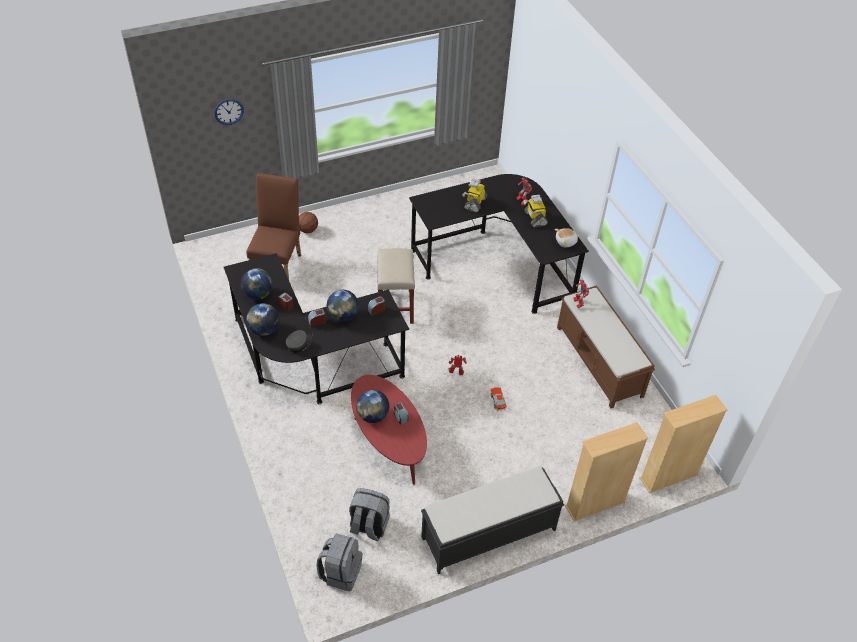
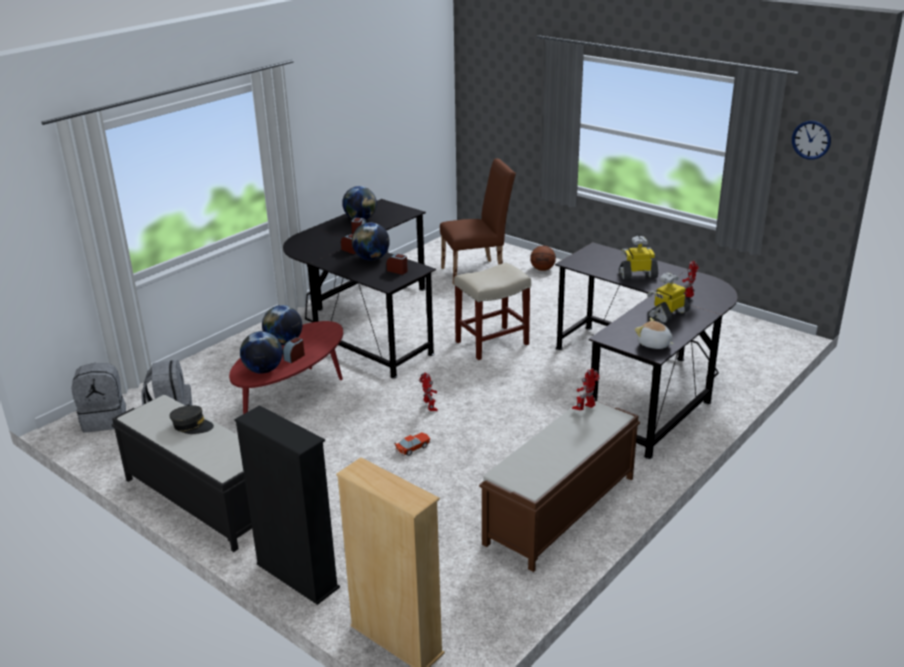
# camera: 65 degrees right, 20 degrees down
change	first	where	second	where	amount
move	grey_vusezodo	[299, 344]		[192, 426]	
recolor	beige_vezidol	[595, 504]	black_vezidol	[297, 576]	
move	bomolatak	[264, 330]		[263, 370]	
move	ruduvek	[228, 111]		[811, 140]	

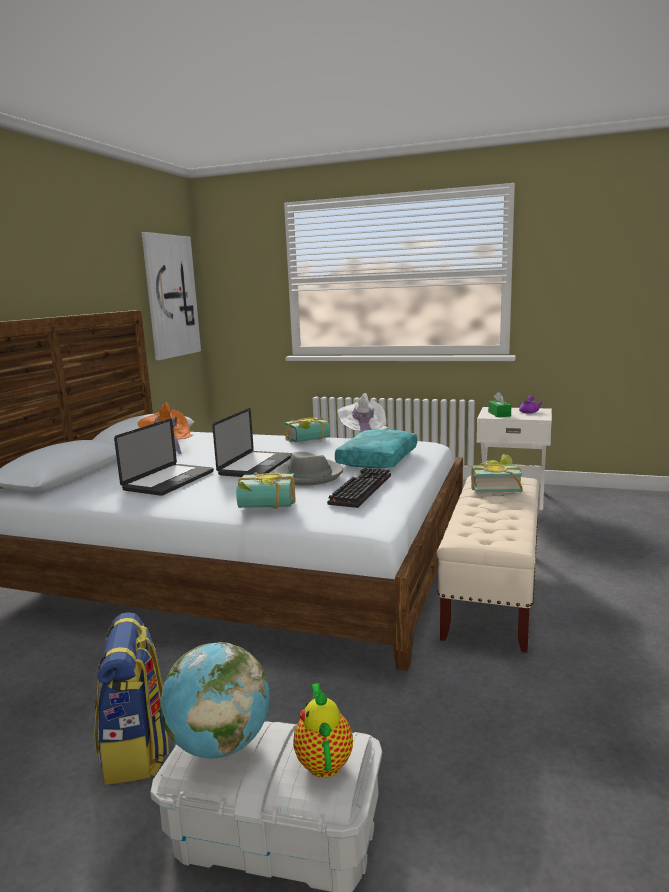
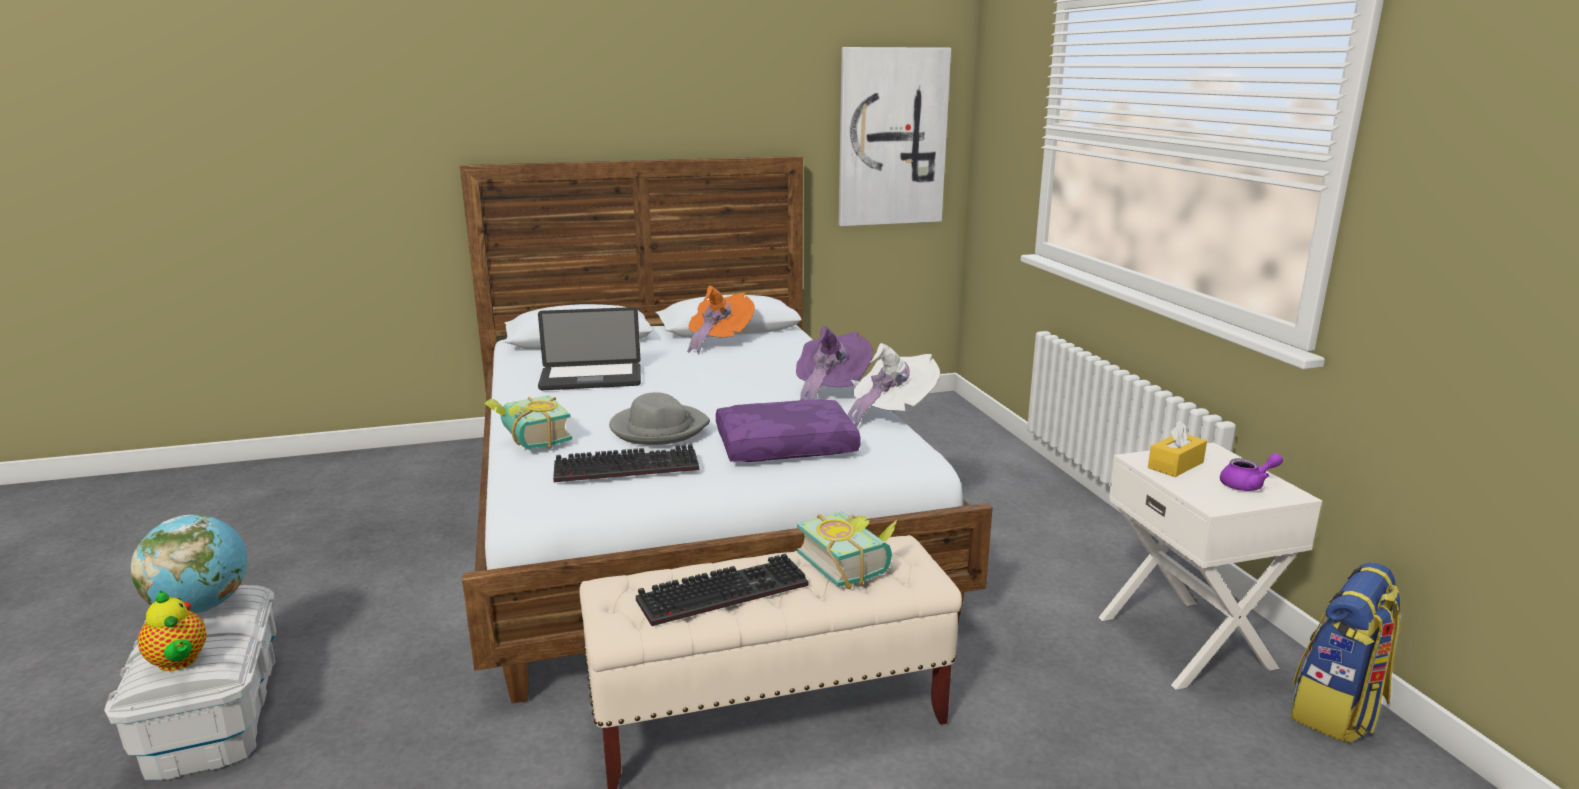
# camera: 55 degrees right, 5 degrees up
change	first	where	second	where	amount
rotate	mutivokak	[323, 760]		[179, 663]	90 degrees clockwise
insert			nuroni	[724, 591]	
recolor	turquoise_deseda	[376, 459]	purple_deseda	[786, 445]	
replace	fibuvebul	[309, 440]	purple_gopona	[829, 390]	
recolor	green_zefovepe	[499, 414]	yellow_zefovepe	[1175, 465]	
move	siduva	[138, 749]		[1337, 711]	
delete	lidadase	[256, 466]			

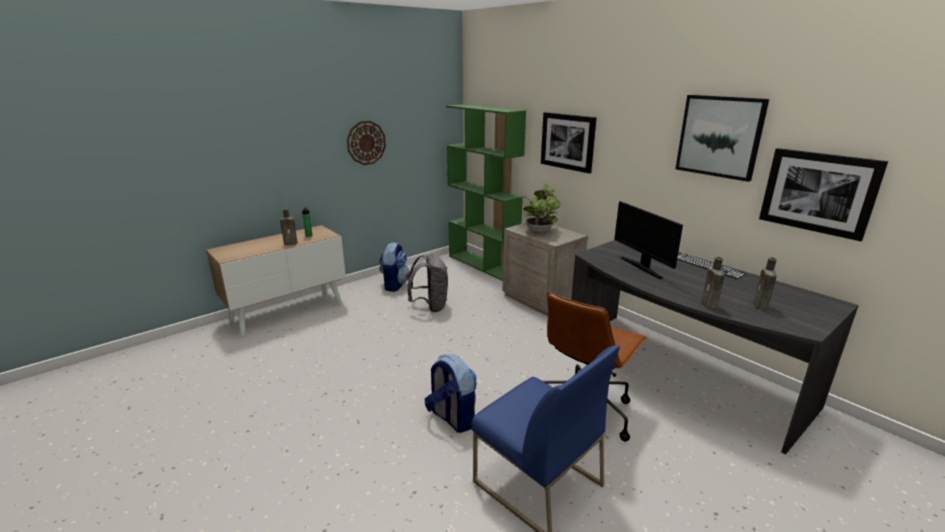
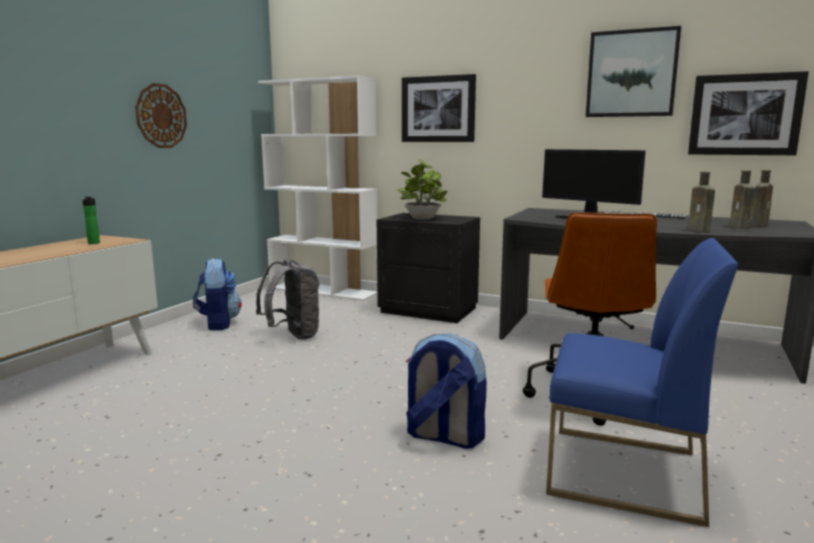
# camera: 25 degrees left, 10 degrees down
change	first	where	second	where	amount
recolor	green_vezidol	[483, 264]	white_vezidol	[324, 291]	
recolor	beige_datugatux	[541, 299]	black_datugatux	[429, 310]	
move	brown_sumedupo	[291, 243]		[759, 226]	

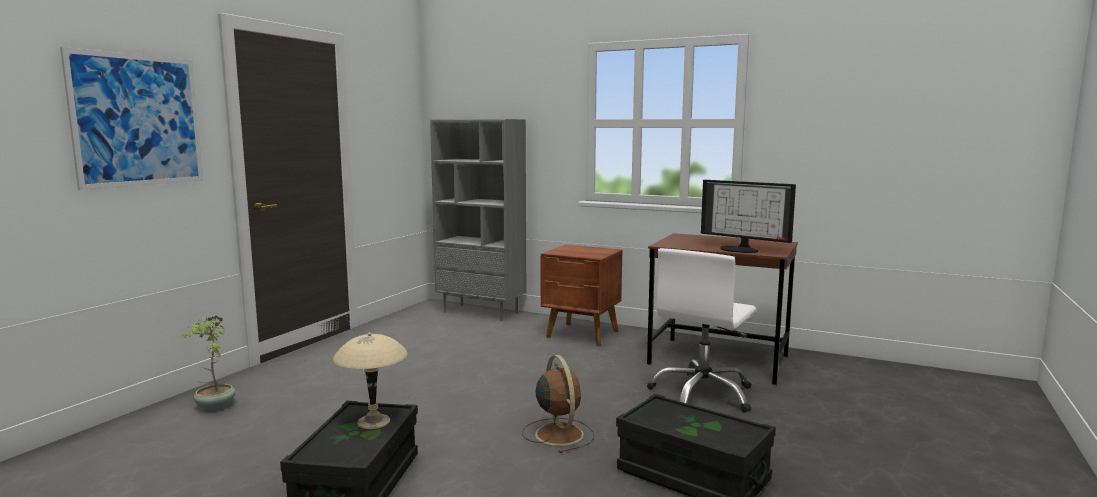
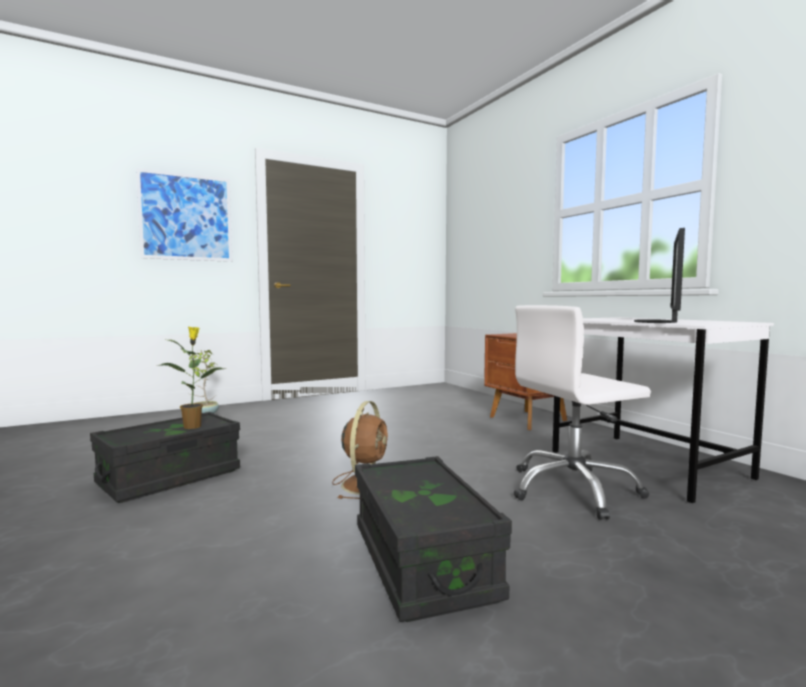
# camera: 35 degrees right, 5 degrees down
change	first	where	second	where	amount
replace	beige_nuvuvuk	[373, 422]	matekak	[193, 426]	
recolor	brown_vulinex	[719, 360]	white_vulinex	[648, 465]	
rotate	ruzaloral	[741, 249]		[660, 322]	45 degrees clockwise
delete	grey_vezidol	[482, 312]			

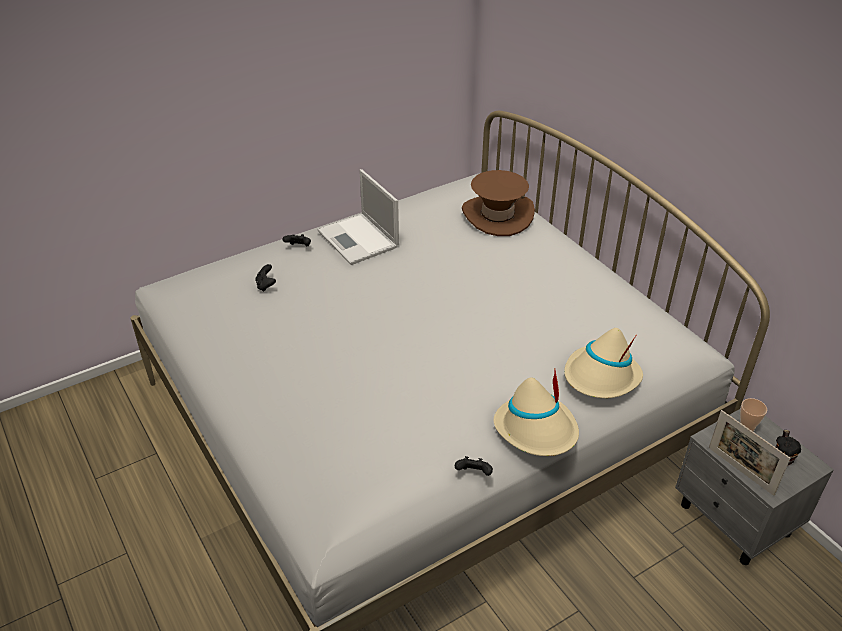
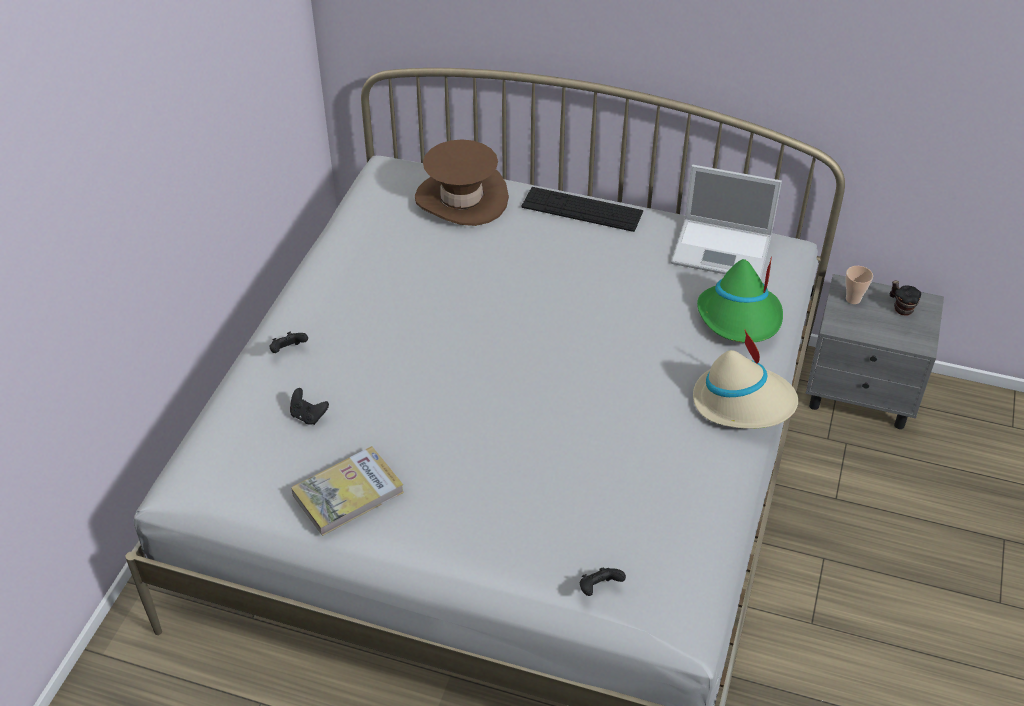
# camera: 40 degrees left, 5 degrees up
change	first	where	second	where	amount
insert			fibuvebul	[348, 493]	
insert			nuroni	[582, 209]	
move	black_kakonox	[473, 474]		[599, 588]	
move	lidadase	[359, 240]		[723, 250]	
recolor	beige_gopona	[601, 377]	green_gopona	[740, 318]	
delete	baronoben	[740, 471]			

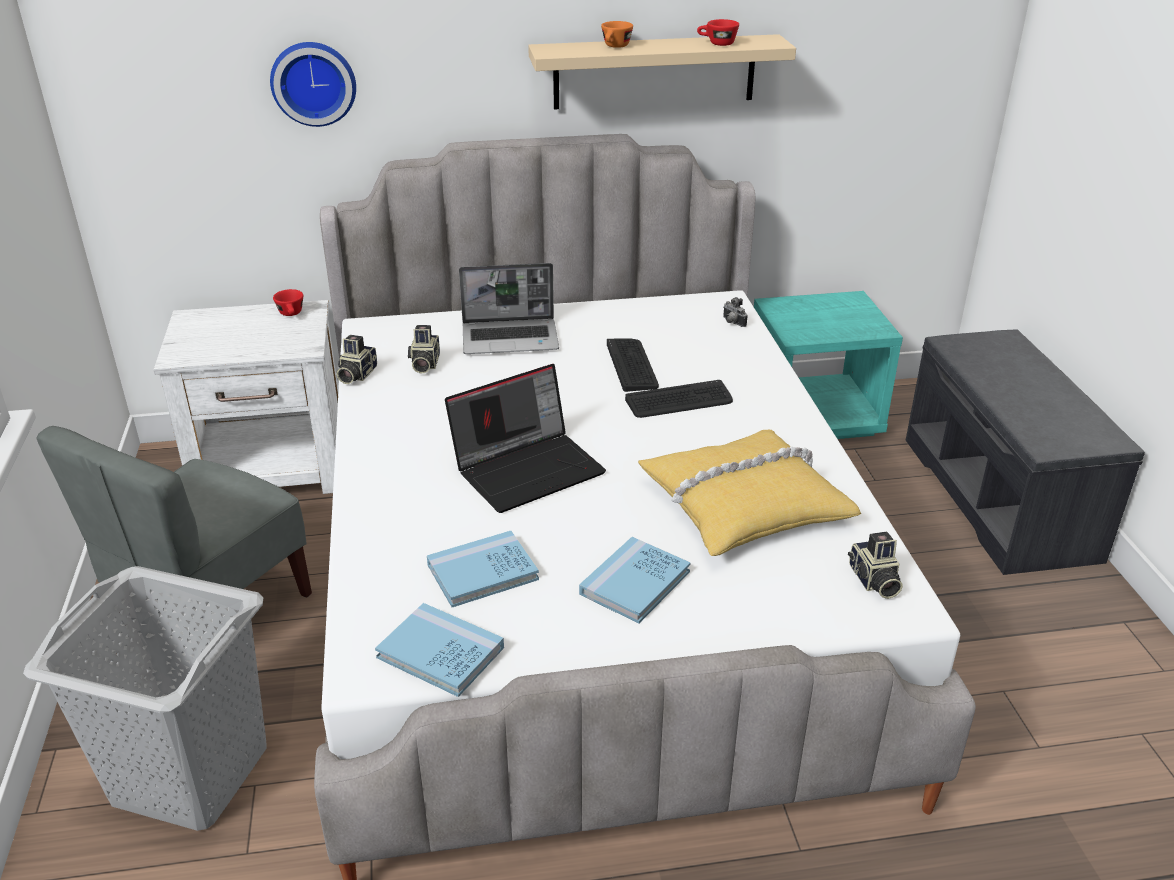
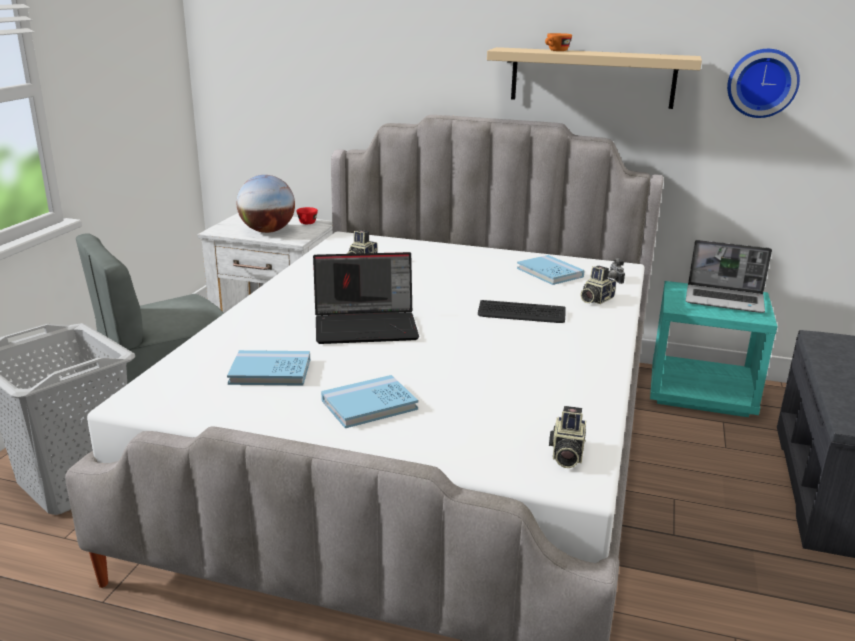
# camera: 25 degrees right, 10 degrees down
change	first	where	second	where	amount
insert			bomolatak	[267, 231]	
move	blue_fibuvebul	[440, 653]		[549, 272]	
move	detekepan	[355, 374]		[595, 299]	
move	lidadase	[511, 338]		[725, 300]	
move	ruduvek	[313, 82]		[762, 83]	
delete	nuroni	[632, 365]			
delete	yellow_deseda	[743, 505]			
delete	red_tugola	[717, 44]			

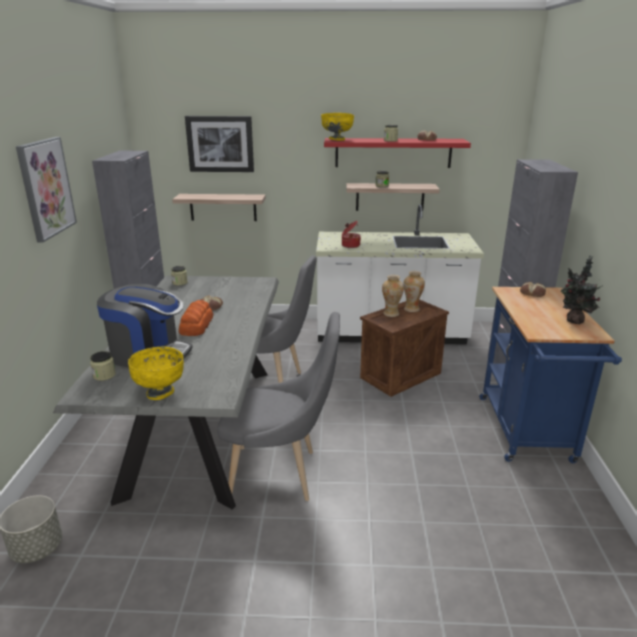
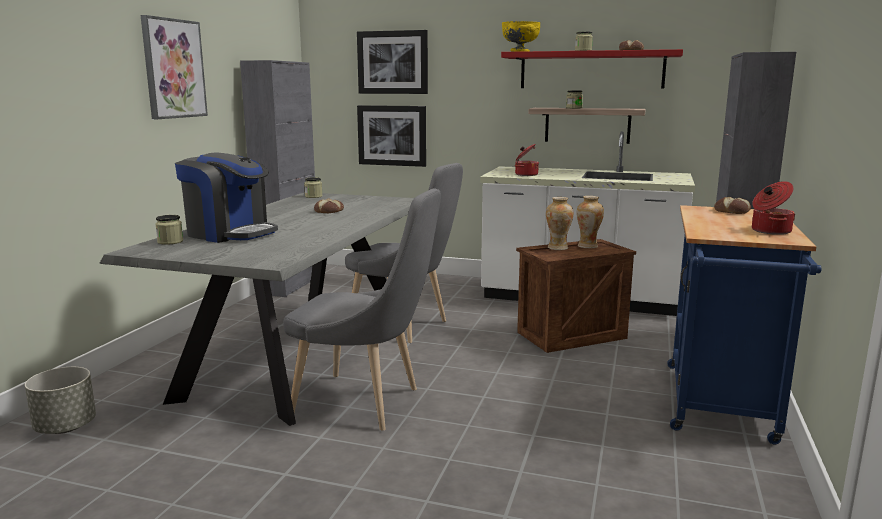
# camera: 15 degrees right, 10 degrees down
change	first	where	second	where	amount
replace	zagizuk	[223, 207]	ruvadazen	[392, 135]	
replace	matekak	[574, 321]	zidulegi	[769, 231]	
delete	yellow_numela	[160, 392]			
delete	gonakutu	[196, 325]			

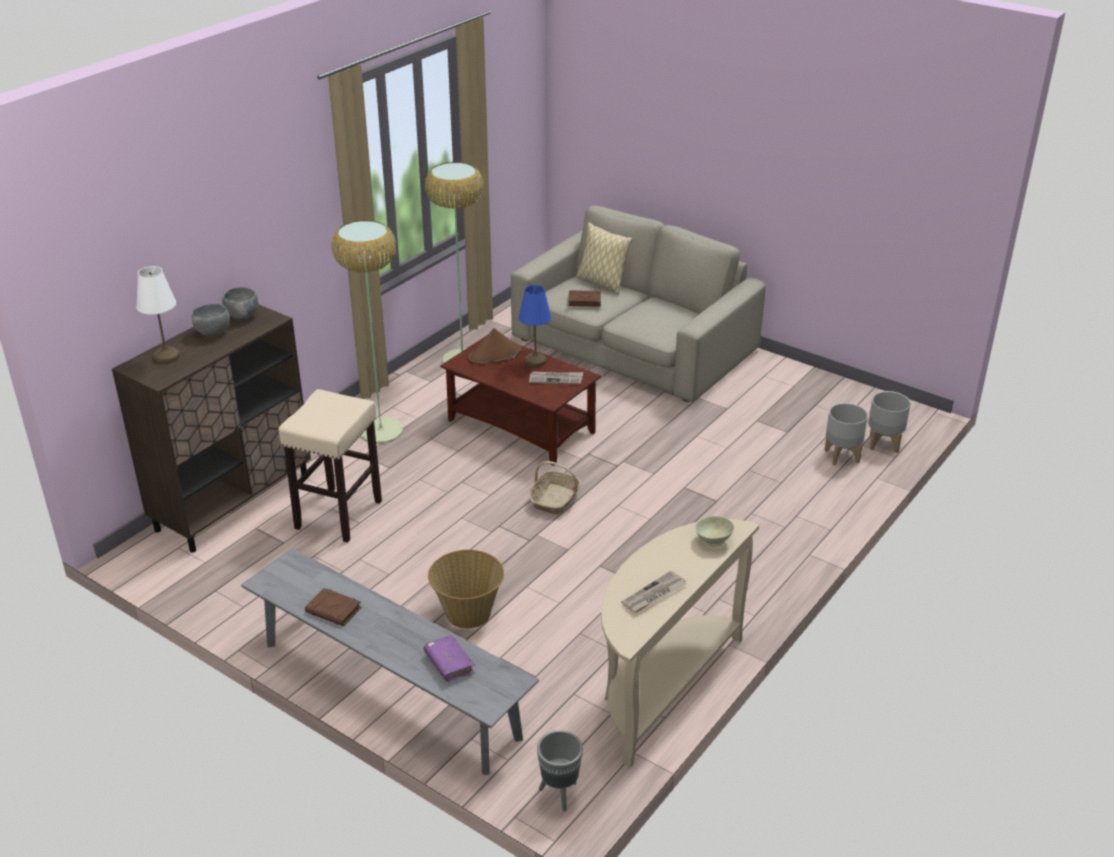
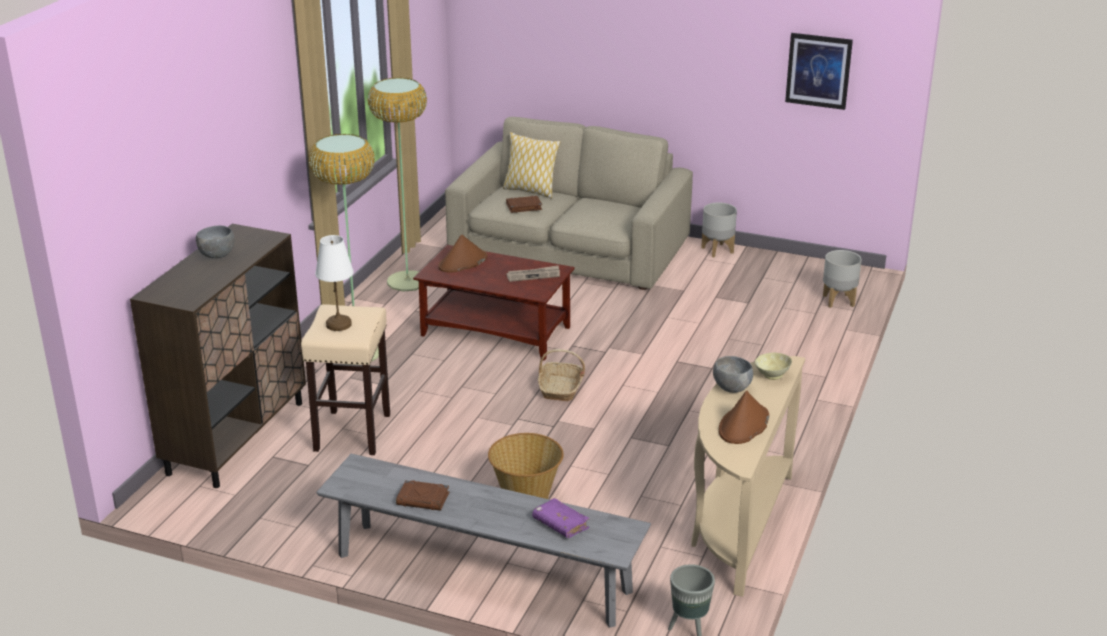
# camera: 15 degrees left, 5 degrees down
change	first	where	second	where	amount
move	white_nuvuvuk	[167, 357]		[339, 324]	
move	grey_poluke	[842, 456]		[717, 250]	
move	grey_numela	[242, 316]		[731, 389]	
replace	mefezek	[654, 595]	brown_gopona	[743, 425]	
insert			ruvadazen	[818, 70]	
delete	blue_nuvuvuk	[535, 361]			

